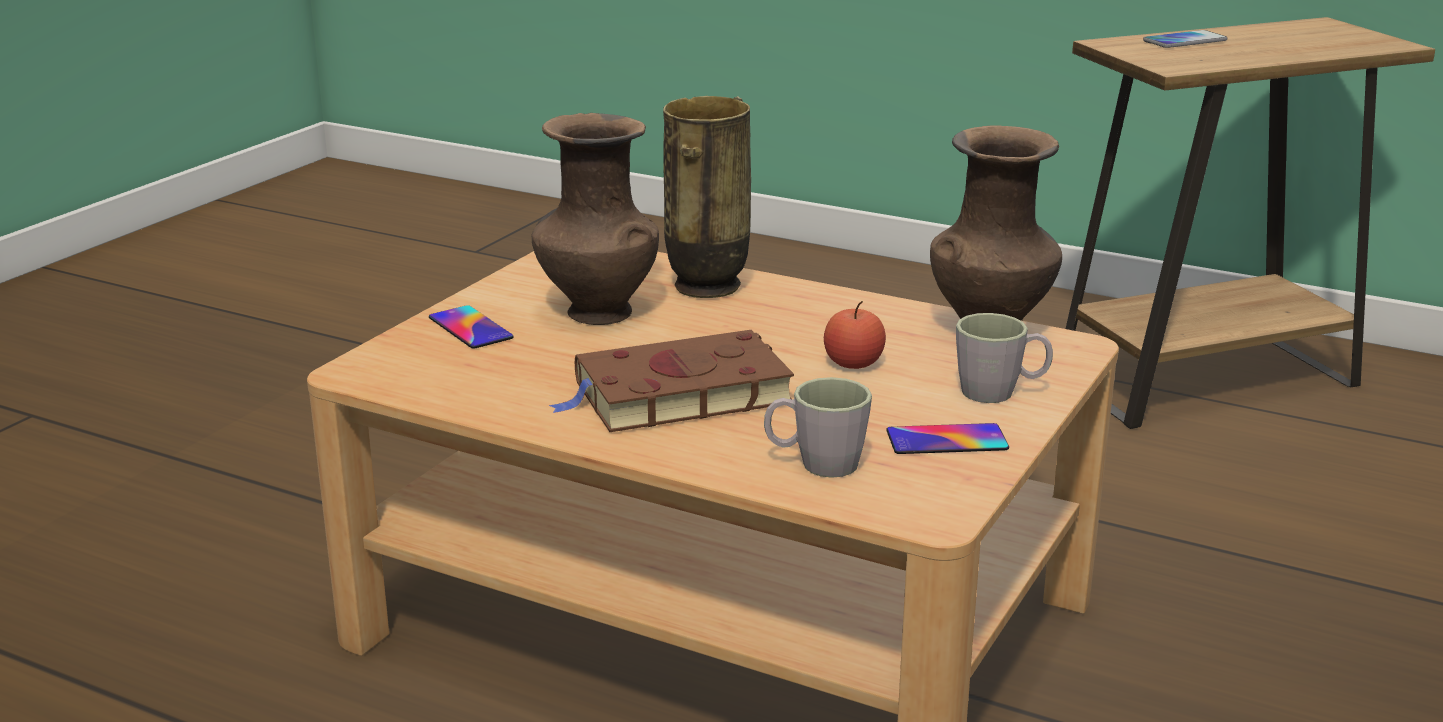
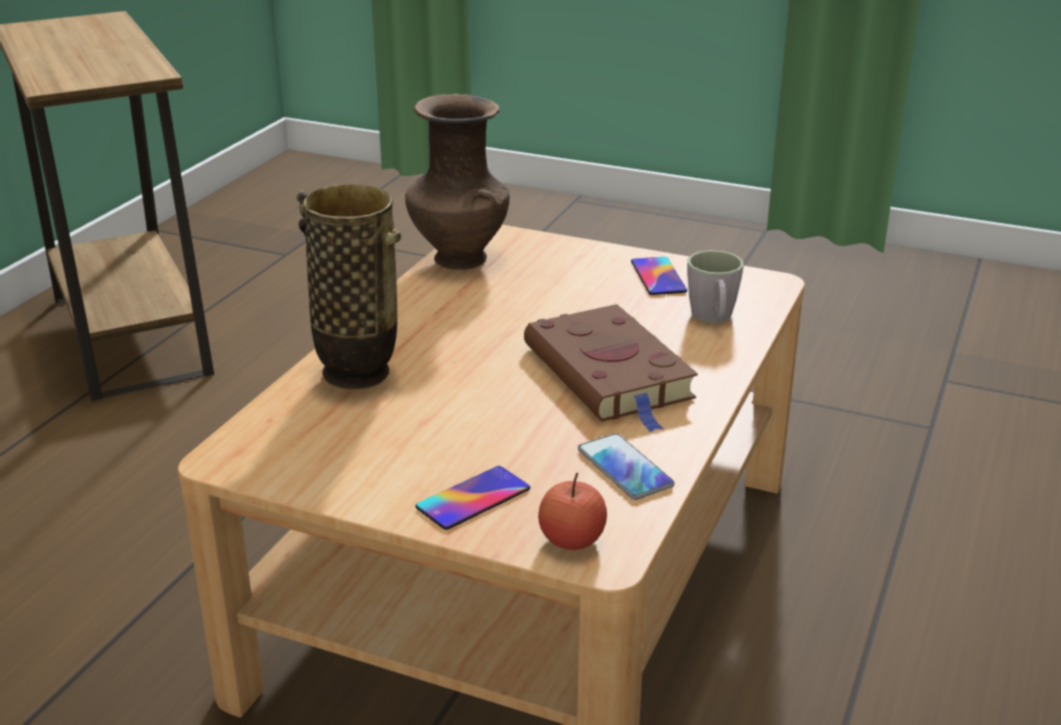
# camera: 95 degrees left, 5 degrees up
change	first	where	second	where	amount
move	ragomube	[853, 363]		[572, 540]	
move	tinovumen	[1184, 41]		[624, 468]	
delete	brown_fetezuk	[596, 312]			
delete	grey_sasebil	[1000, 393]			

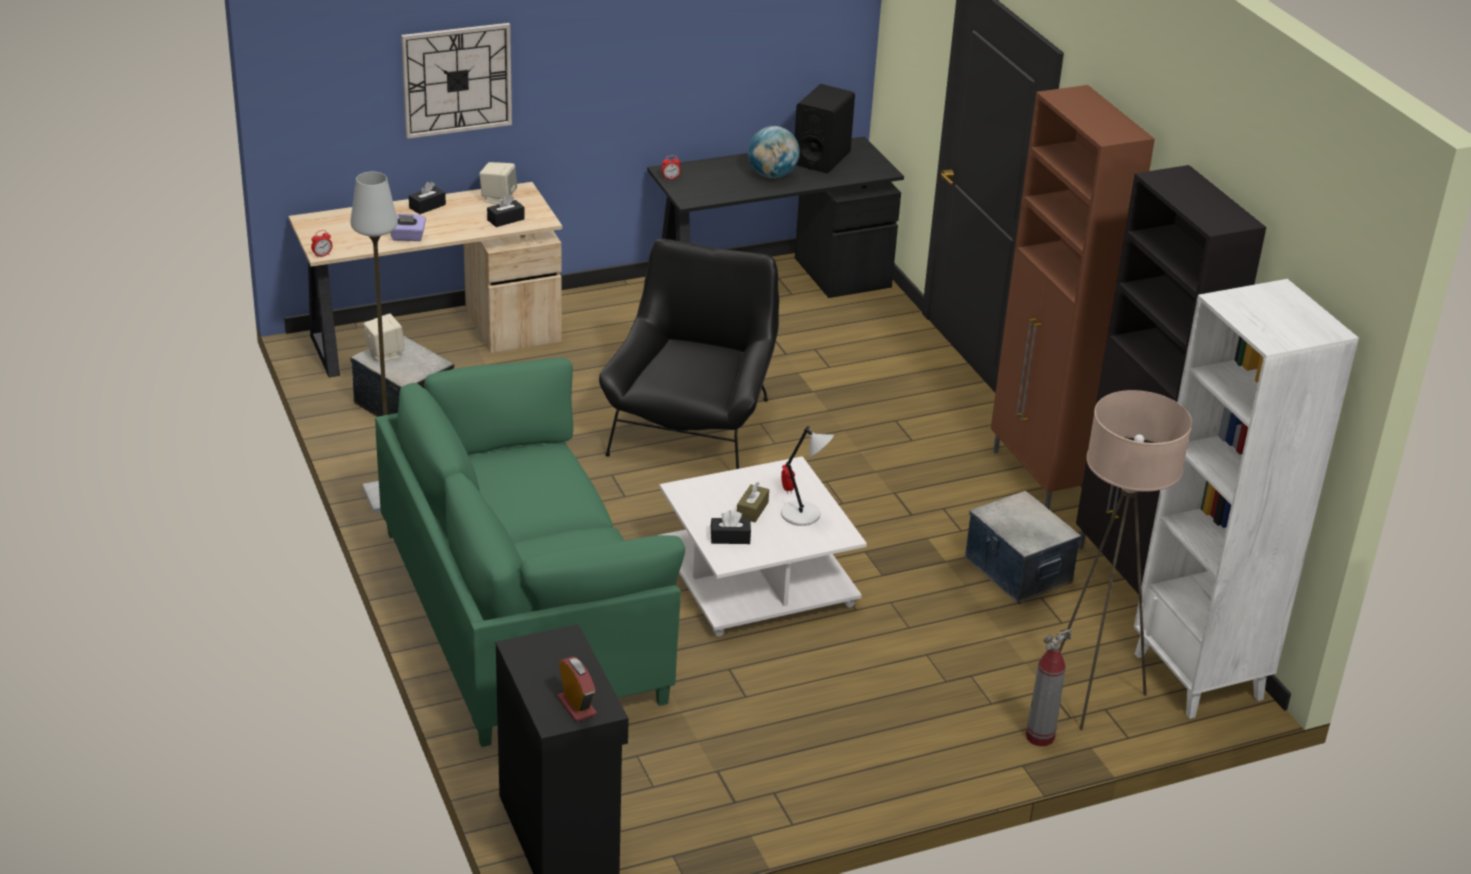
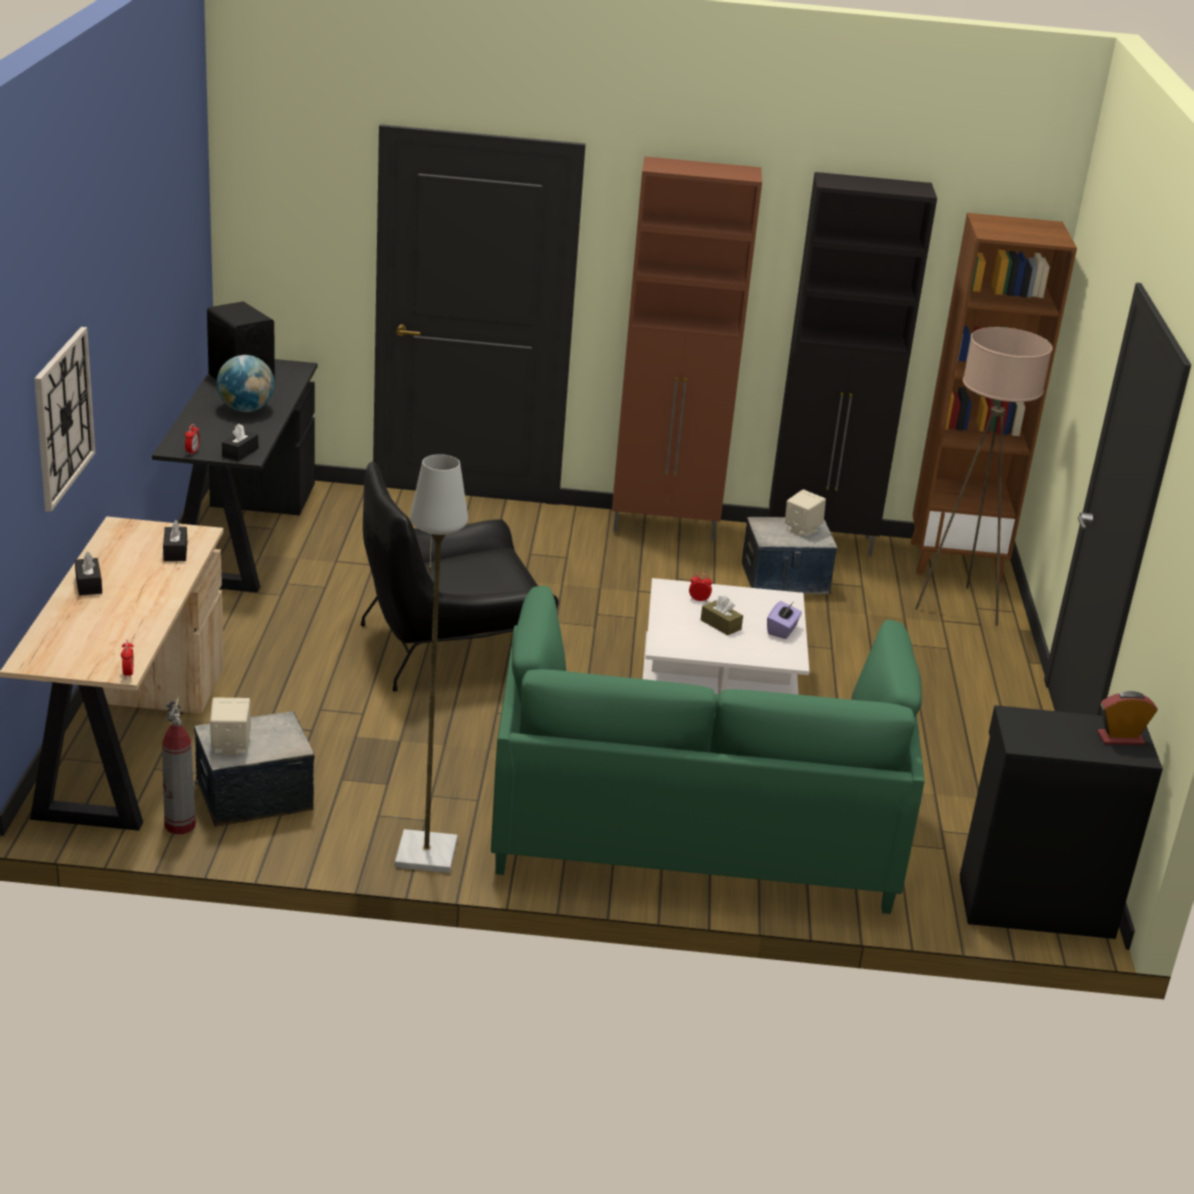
# camera: 65 degrees left, 5 degrees down
change	first	where	second	where	amount
move	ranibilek	[1039, 737]		[180, 825]	
move	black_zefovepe	[730, 537]		[240, 452]	
rotate	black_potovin	[692, 427]		[452, 647]	60 degrees counterclockwise
move	purple_zefovepe	[407, 237]		[782, 630]	
move	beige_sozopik	[498, 198]		[801, 530]	
recolor	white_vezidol	[1199, 677]	brown_vezidol	[956, 561]	
delete	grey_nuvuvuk	[803, 515]			

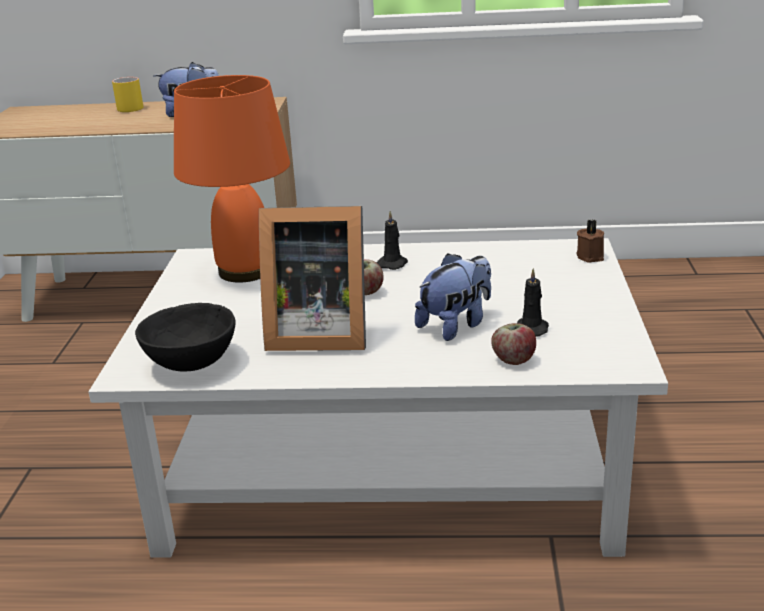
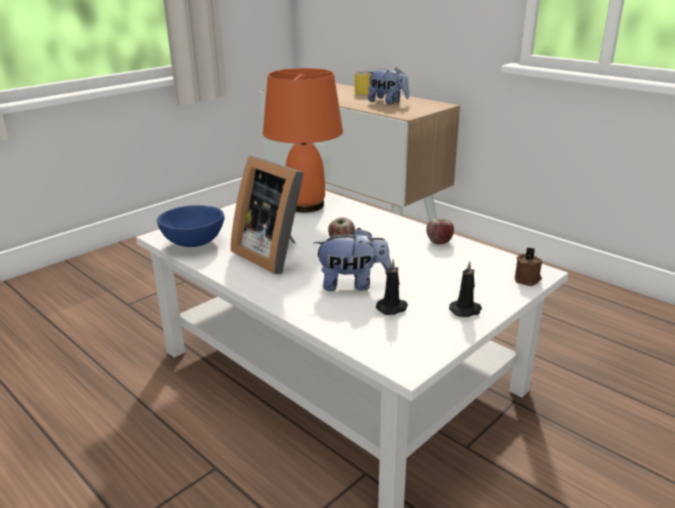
# camera: 40 degrees right, 0 degrees up
change	first	where	second	where	amount
recolor	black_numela	[190, 364]	blue_numela	[193, 243]	
move	ragomube	[514, 359]		[439, 242]	
move	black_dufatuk	[393, 264]		[466, 310]	

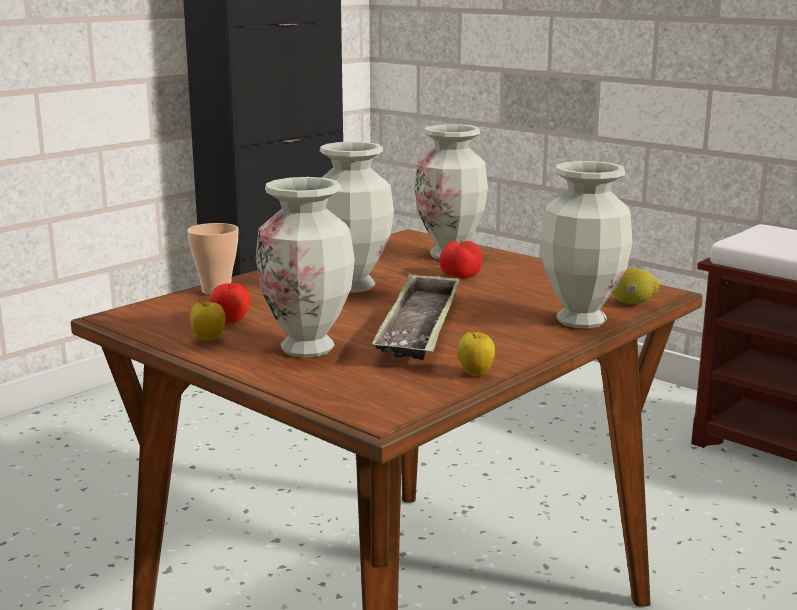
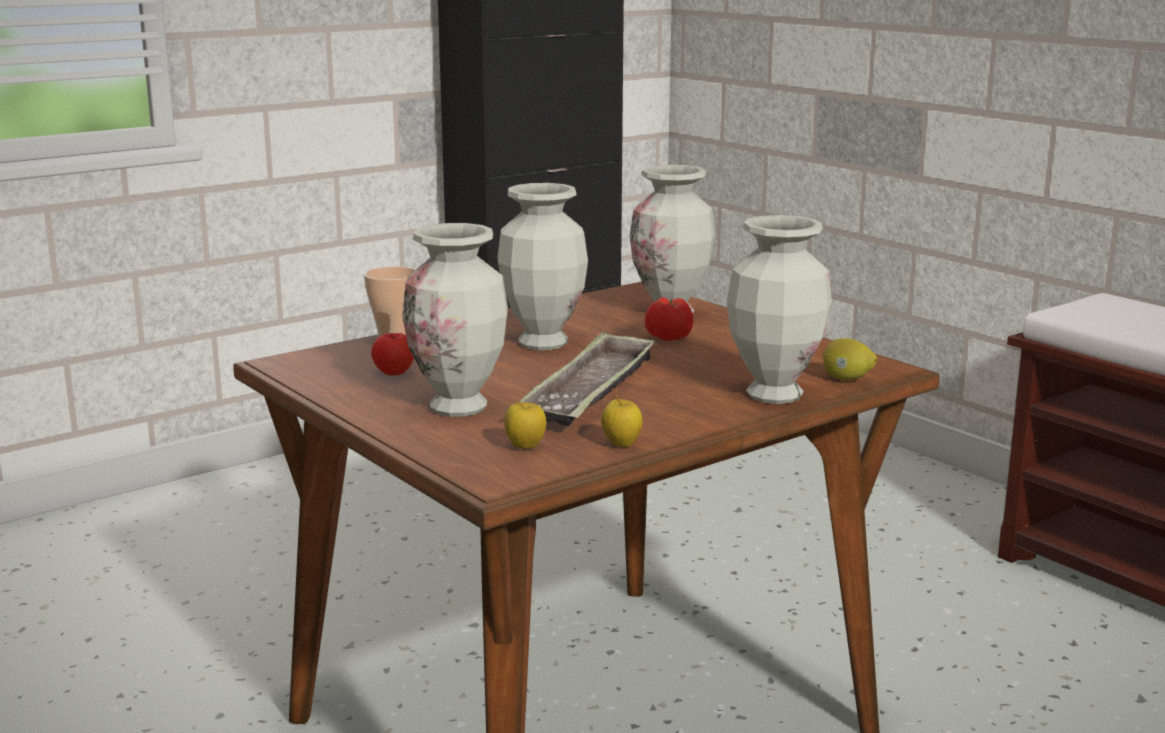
# camera: 10 degrees right, 0 degrees up
change	first	where	second	where	amount
move	ragomube	[208, 340]		[525, 448]	

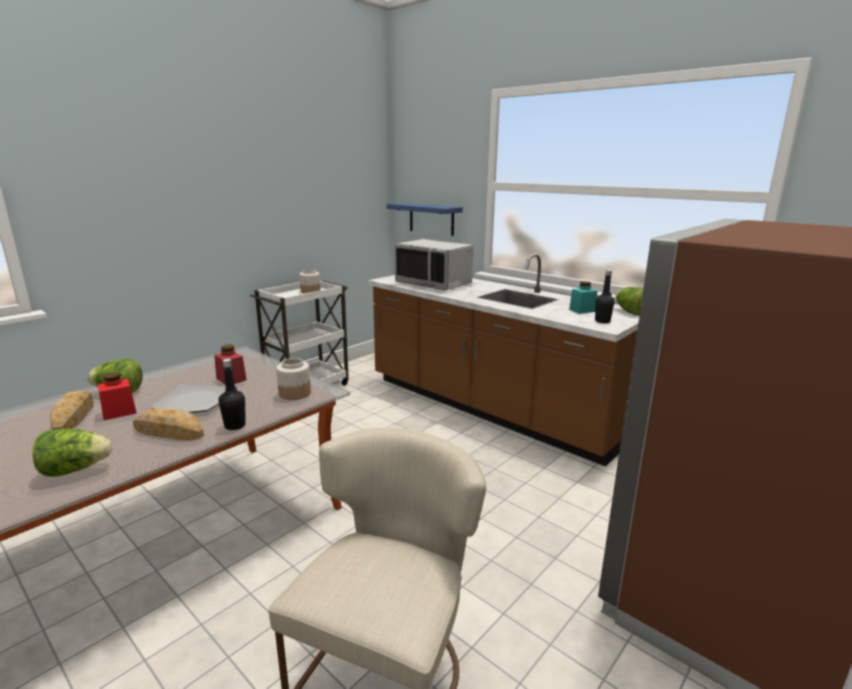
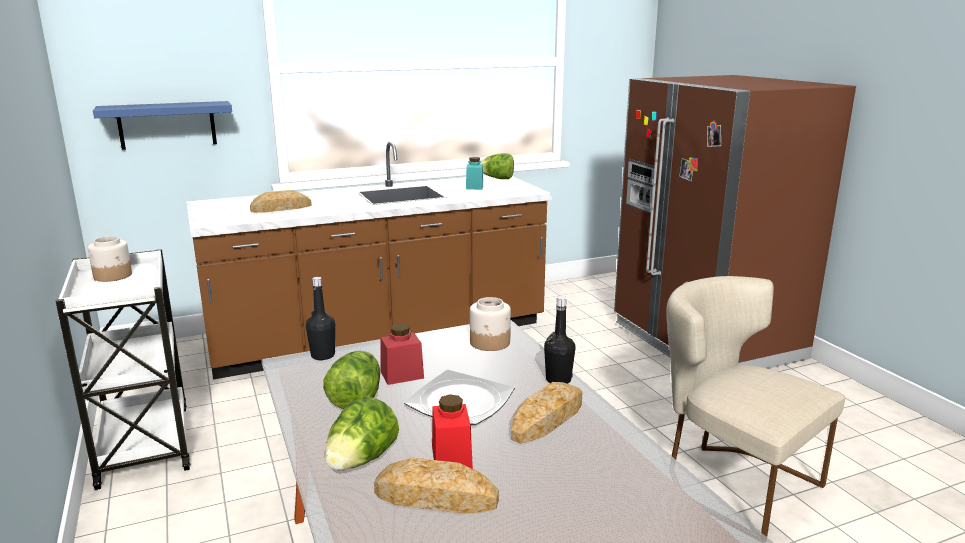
# camera: 65 degrees left, 0 degrees up
change	first	where	second	where	amount
replace	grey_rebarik	[434, 284]	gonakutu	[281, 208]	
move	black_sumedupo	[602, 321]		[323, 355]	
move	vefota	[75, 470]		[356, 398]	

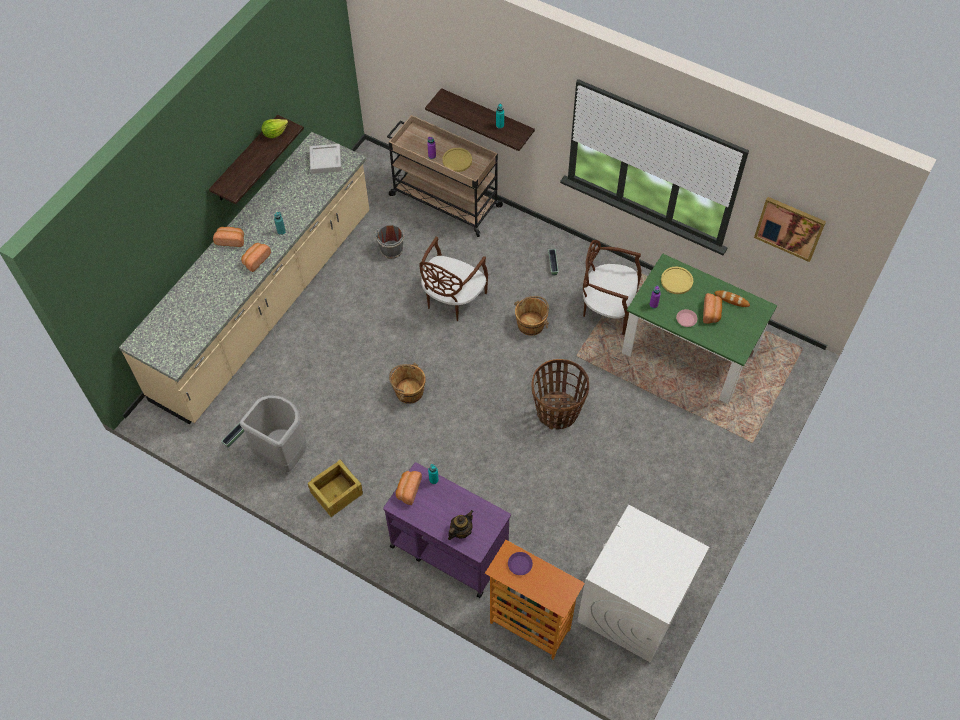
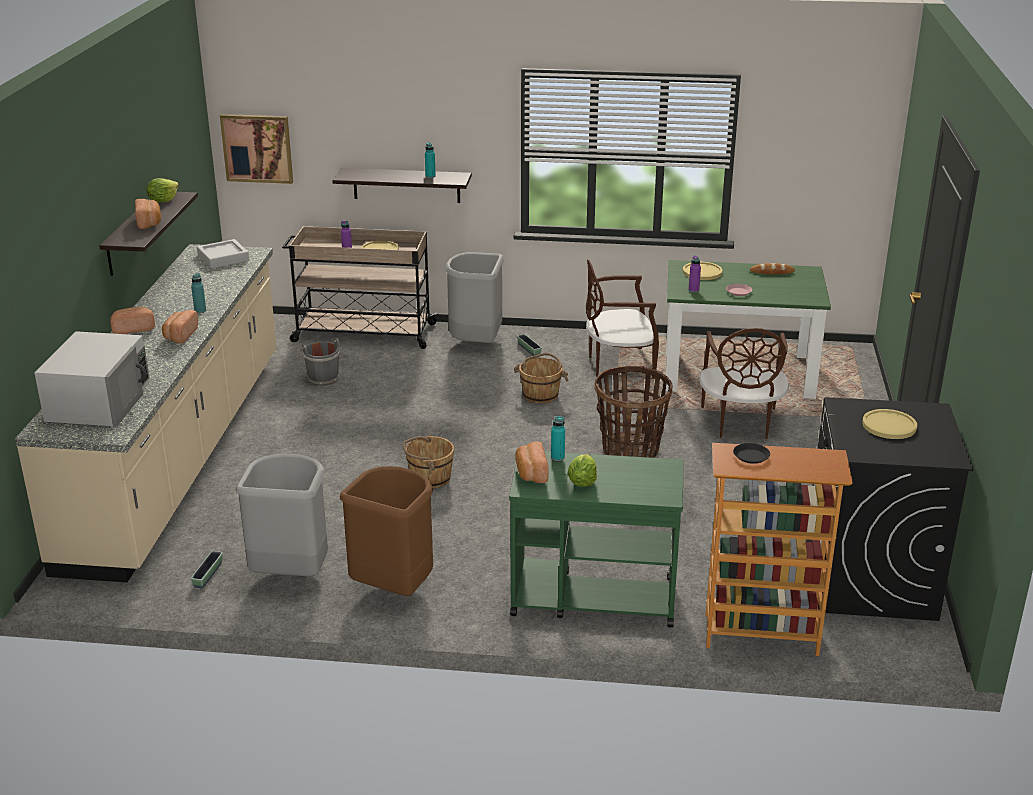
# camera: 25 degrees left, 30 degrees down
change	first	where	second	where	amount
insert			white_rebarik	[99, 401]	
move	gonakutu	[711, 313]		[149, 223]	
move	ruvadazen	[789, 228]		[257, 148]	
replace	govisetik	[336, 493]	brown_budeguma	[394, 588]	
insert			grey_budeguma	[476, 344]	
recolor	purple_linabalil	[448, 549]	green_linabalil	[592, 596]	
insert			vefota	[582, 482]	
move	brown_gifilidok	[452, 299]		[740, 423]	
recolor	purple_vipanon	[519, 564]	black_vipanon	[751, 456]	
recolor	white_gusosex	[632, 606]	black_gusosex	[870, 579]	
insert			yellow_vipanon	[889, 425]	
delete	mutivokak	[461, 531]			

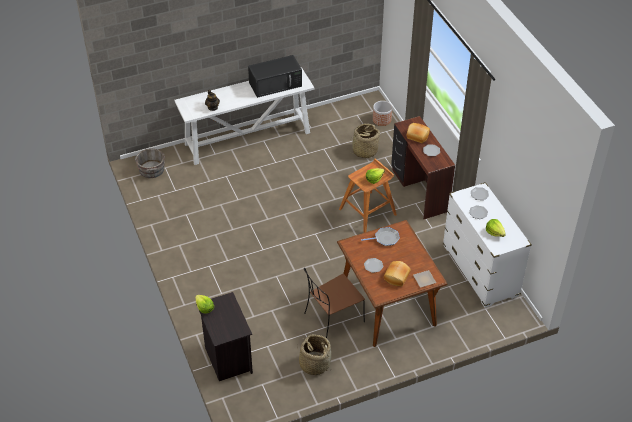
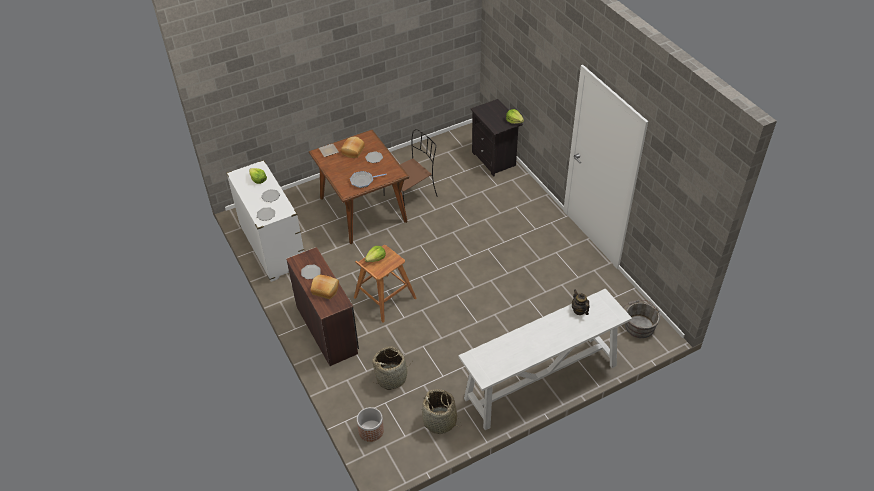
# camera: 175 degrees right, 0 degrees up
change	first	where	second	where	amount
move	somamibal	[314, 364]		[440, 421]	
delete	black_rebarik	[276, 84]			

